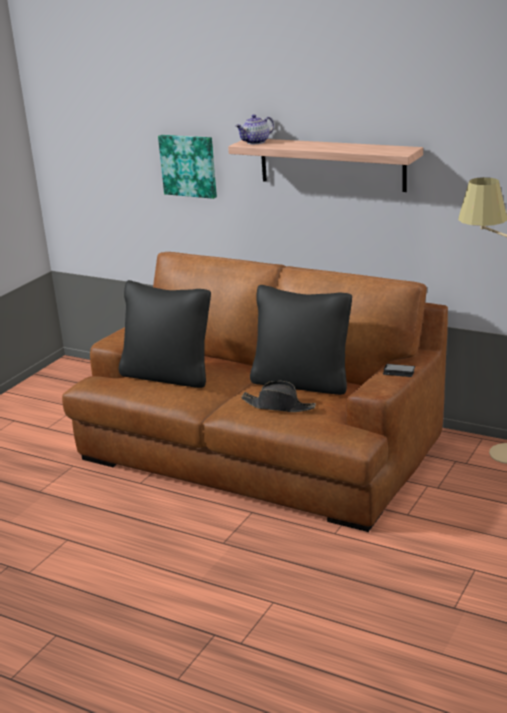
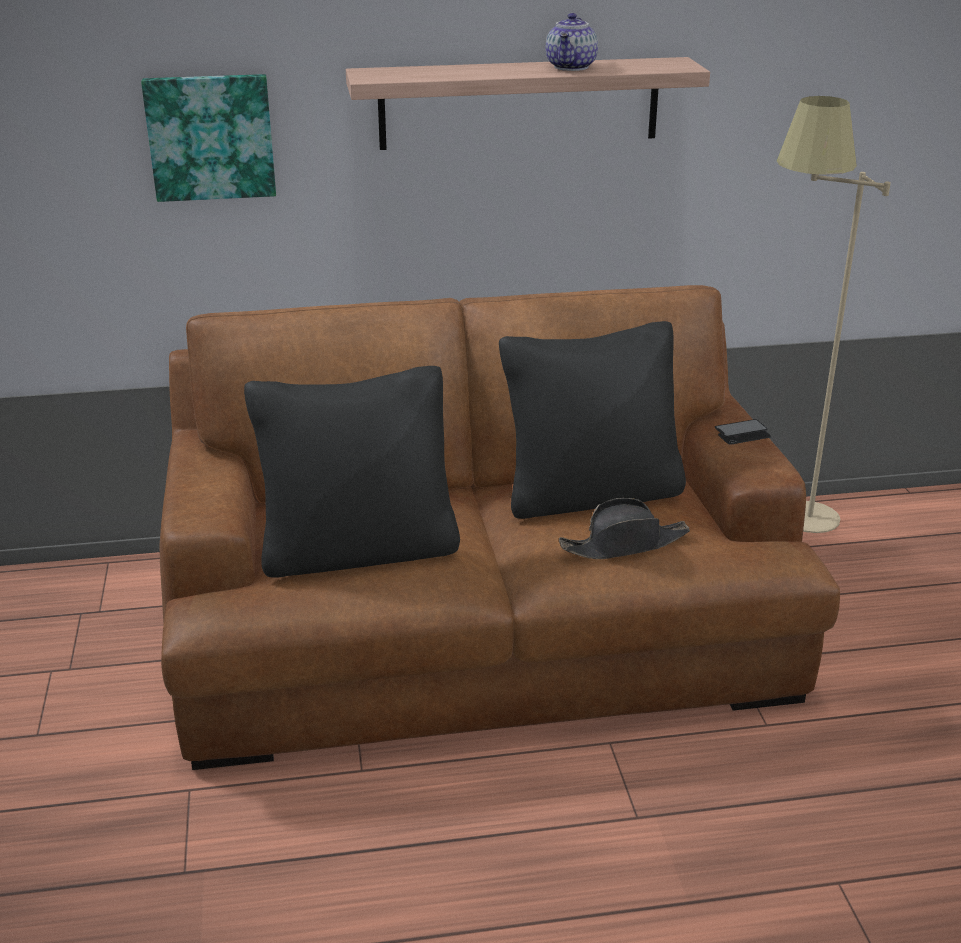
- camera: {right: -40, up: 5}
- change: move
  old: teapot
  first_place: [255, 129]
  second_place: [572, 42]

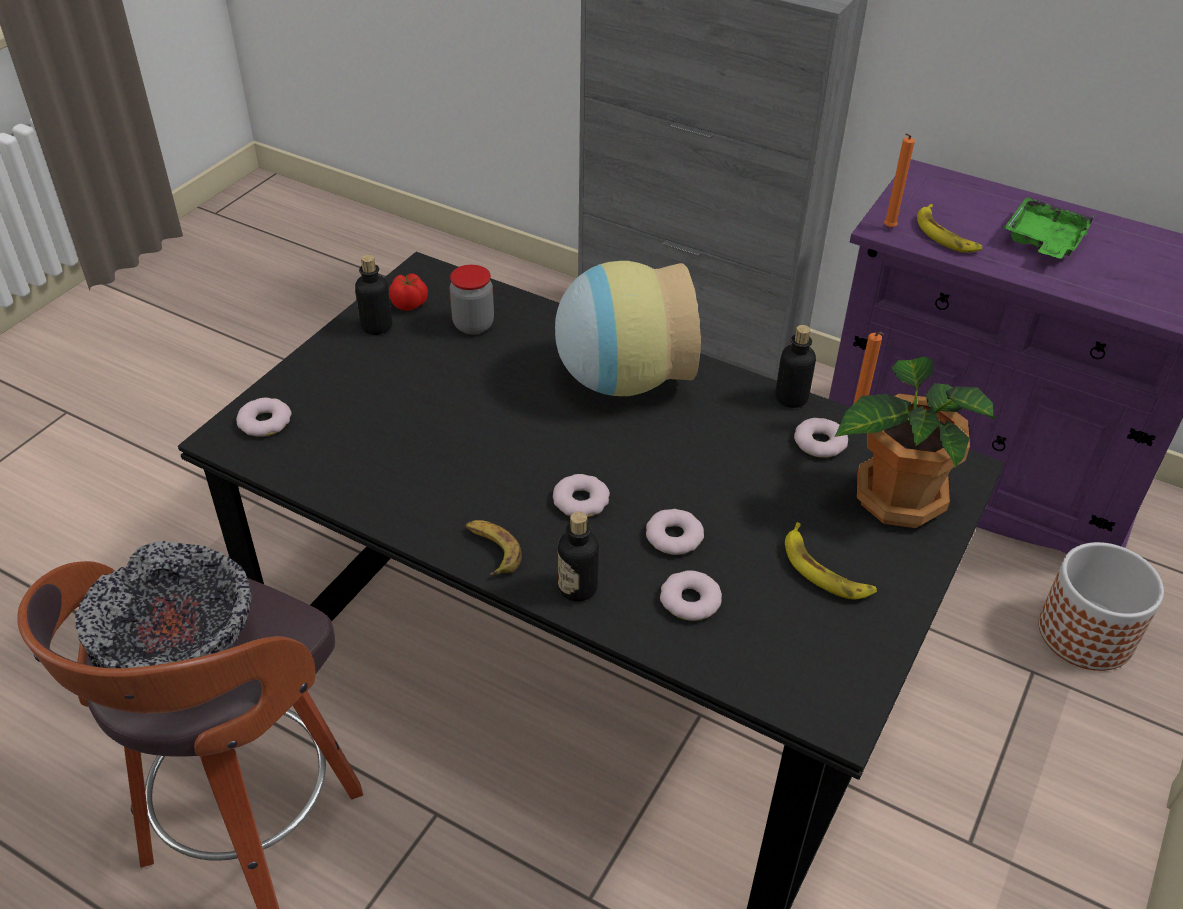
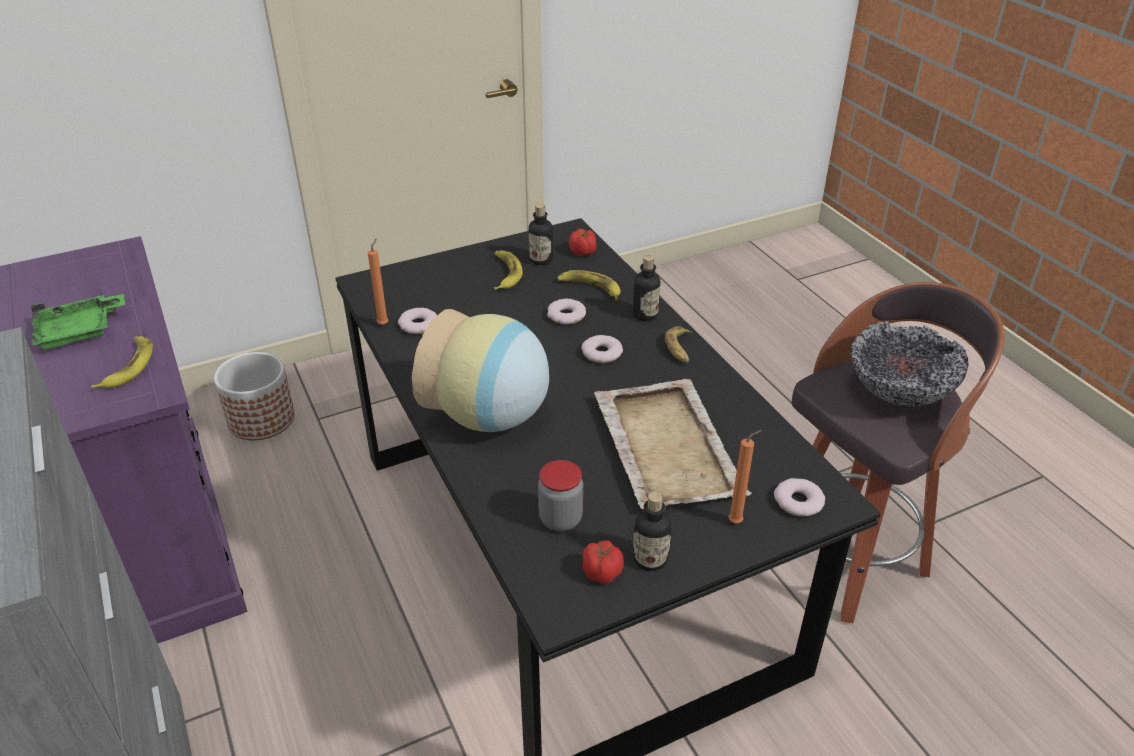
- camera: {right: -145, up: -5}
- change: move
  old: orange_candle
  first_place: [899, 180]
  second_place: [745, 476]
- change: move
  old: bottle
  first_place: [795, 366]
  second_place: [541, 234]
- change: delete
  old: potted_plant
  first_place: [915, 442]
- change: replace
  old: donut
  new: banana
  first_place: [691, 595]
  second_place: [589, 285]
- change: insert
  new: tomato
  second_place: [582, 242]
- change: insert
  new: beige_tray
  second_place: [672, 444]

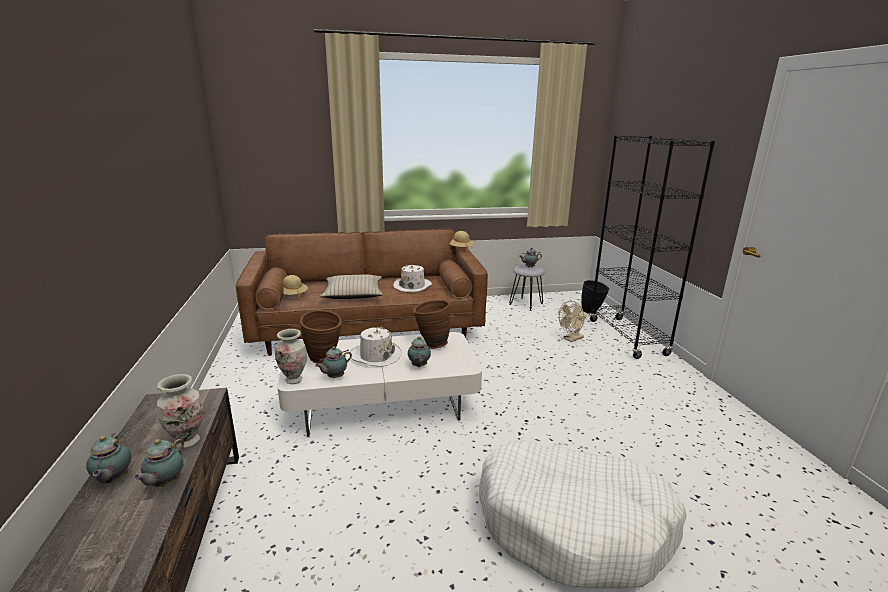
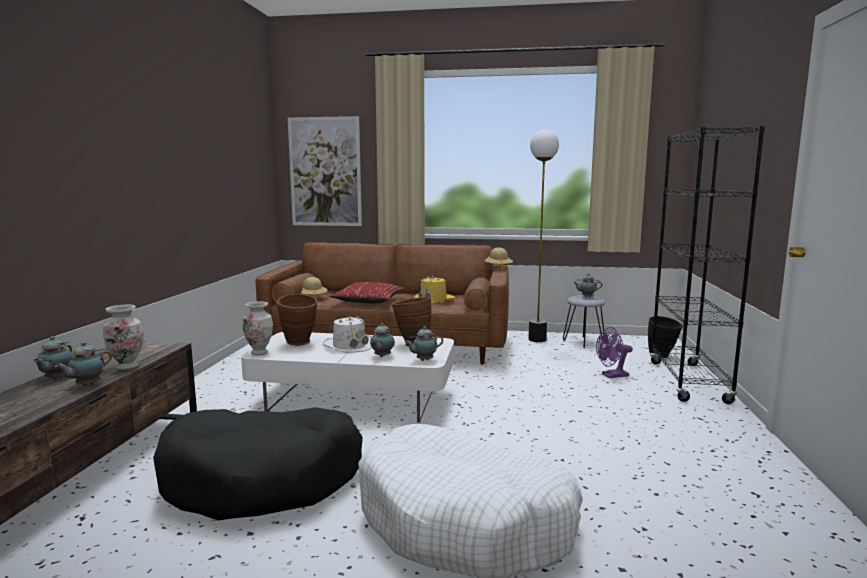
- camera: {right: 20, up: -10}
- change: recolor
  old: white_hat
  new: yellow_hat
  first_place: [412, 278]
  second_place: [434, 289]
- change: recolor
  old: beige_pillow
  new: red_pillow
  first_place: [351, 287]
  second_place: [367, 292]
- change: recolor
  old: beige_fan
  new: purple_fan
  first_place: [573, 321]
  second_place: [614, 352]
- change: move
  old: teapot
  first_place: [333, 362]
  second_place: [423, 343]
- change: insert
  new: picture
  second_place: [325, 171]
- change: insert
  new: floor_lamp
  second_place: [543, 235]
- change: insert
  new: black_dog_bed
  second_place: [258, 463]

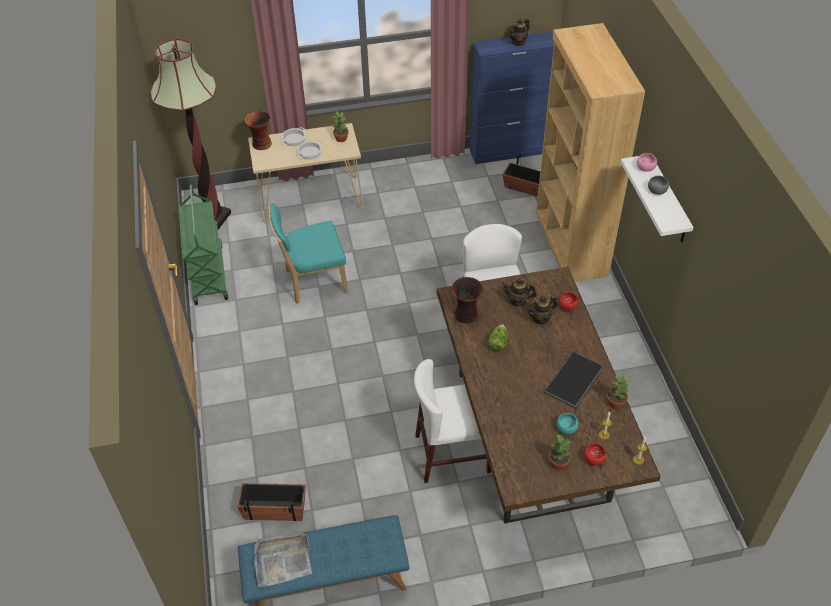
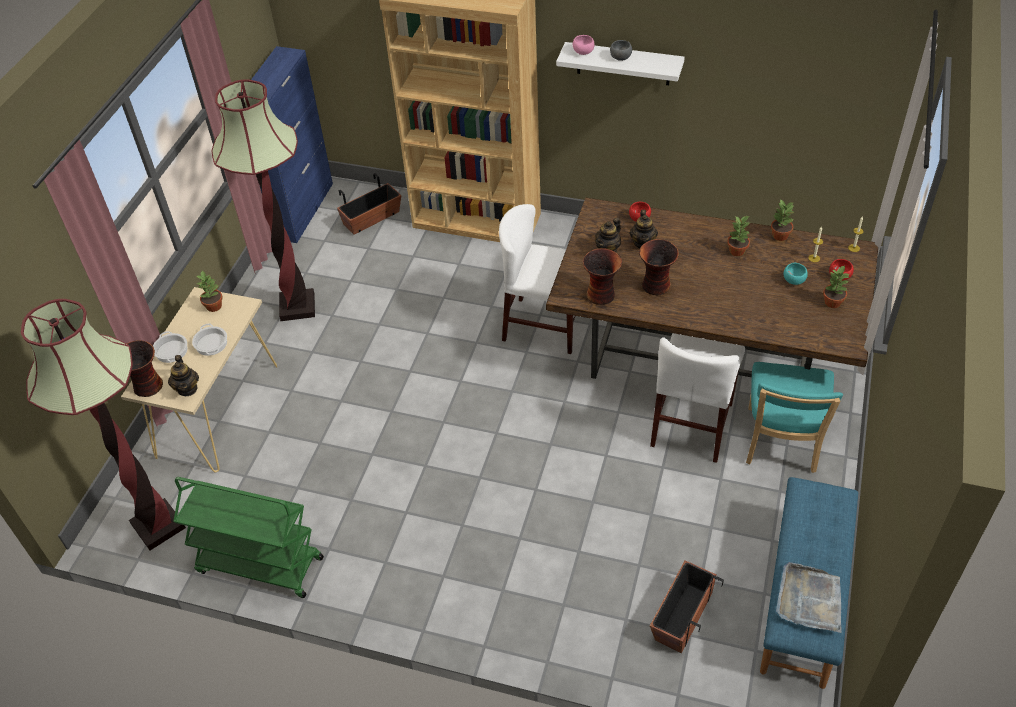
- camera: {right: -60, up: 0}
- change: move
  old: teapot
  first_place: [519, 32]
  second_place: [183, 375]
- change: move
  old: turquoise_chair
  first_place: [308, 253]
  second_place: [794, 417]
- change: replace
  old: lettuce
  new: vase
  first_place: [497, 338]
  second_place: [659, 267]
- change: replace
  old: tray
  new: potted_plant
  first_place: [574, 379]
  second_place: [738, 236]
- change: insert
  new: floor_lamp
  second_place: [263, 200]

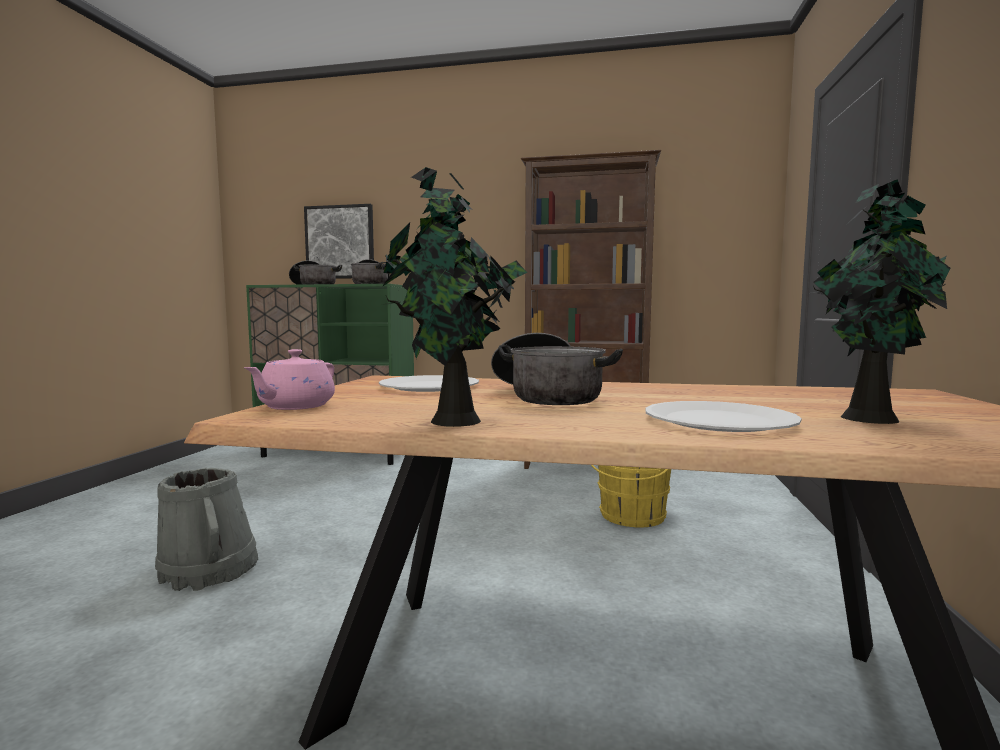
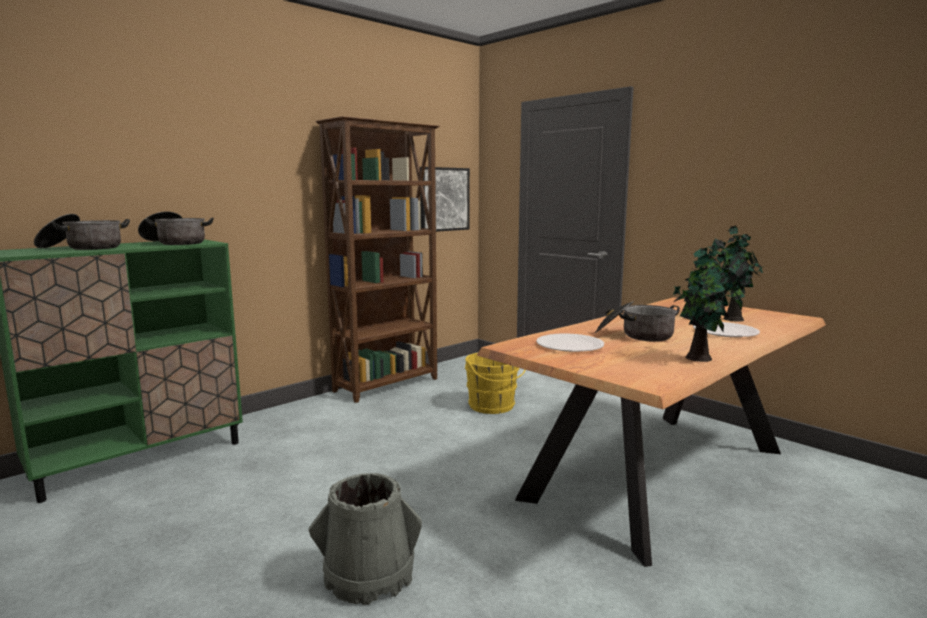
- camera: {right: -55, up: 5}
- change: move
  old: picture
  first_place: [339, 241]
  second_place: [445, 199]
- change: delete
  old: pink_teapot
  first_place: [289, 379]

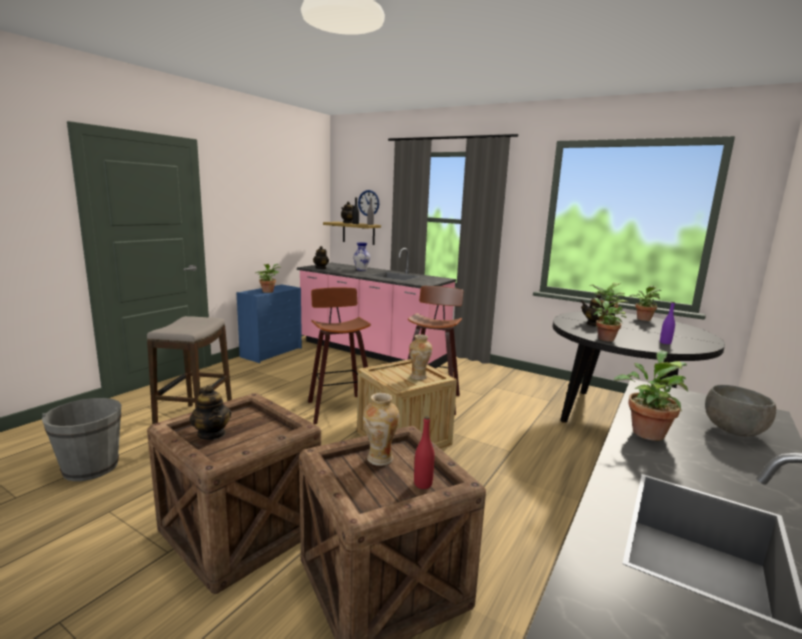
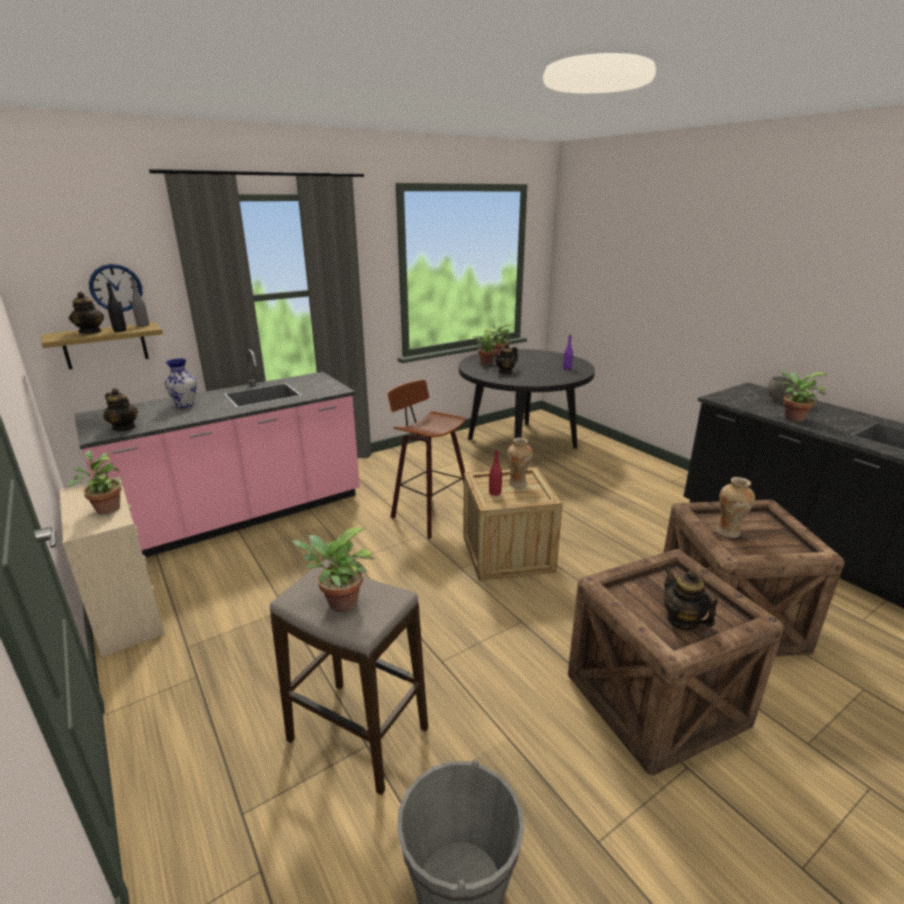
- camera: {right: -65, up: 10}
- change: recolor
  old: blue_dresser
  new: beige_dresser
  first_place: [269, 323]
  second_place: [112, 566]
- change: delete
  old: stool
  first_place: [339, 355]
- change: move
  old: potted_plant
  first_place: [611, 320]
  second_place: [332, 570]
- change: rotate
  old: teapot
  first_place: [210, 412]
  second_place: [691, 599]
  degrees: -105
- change: move
  old: red_bottle
  first_place: [424, 452]
  second_place: [495, 472]

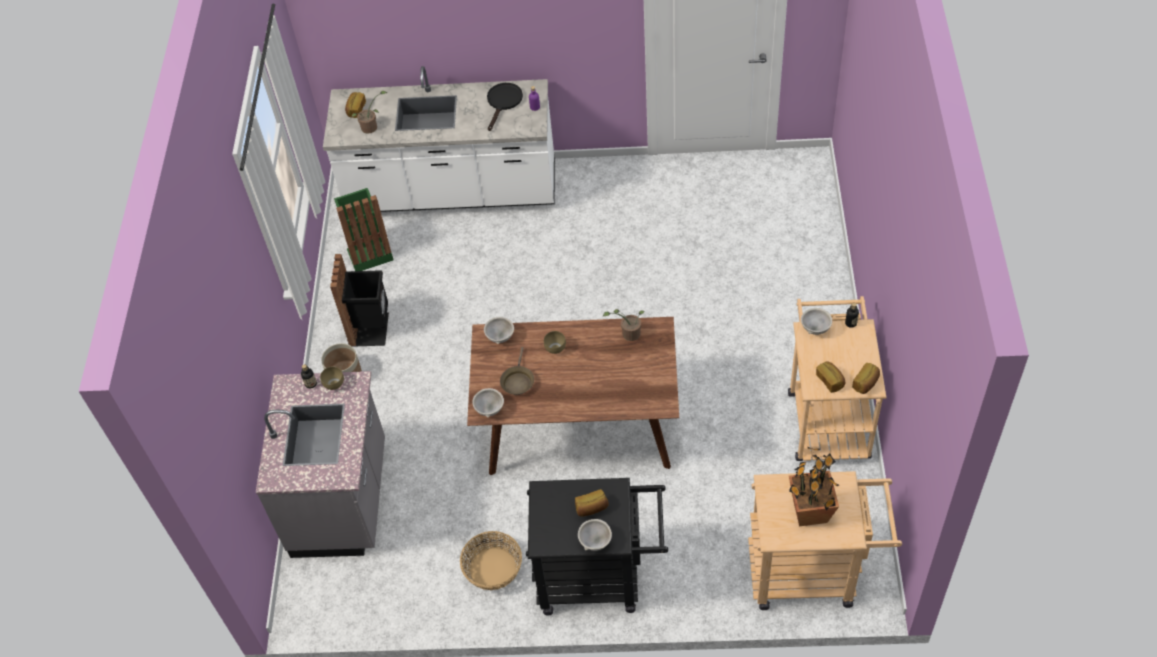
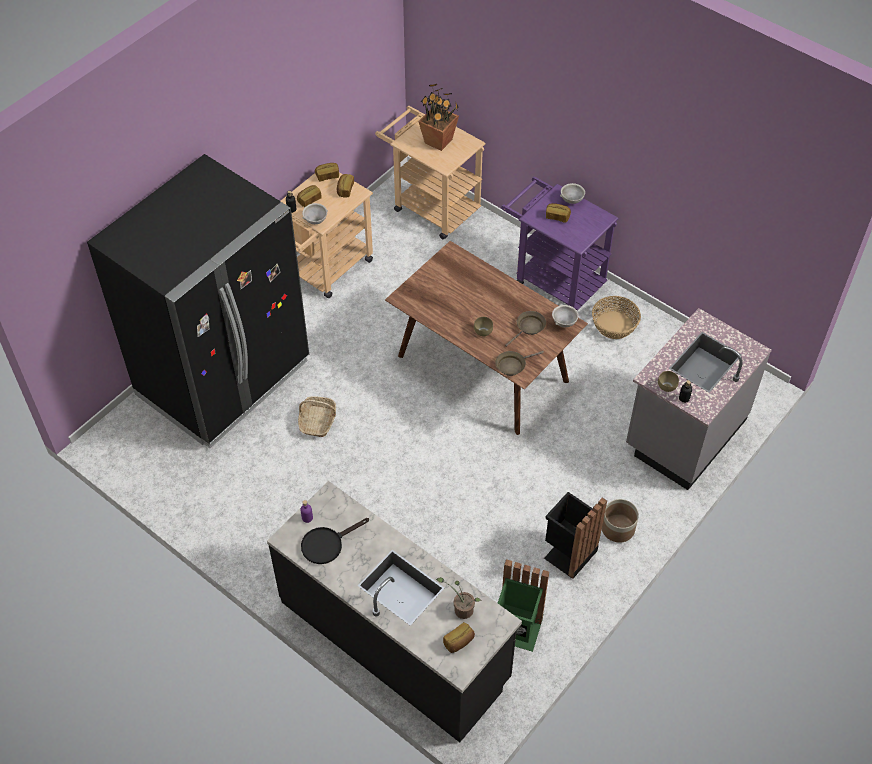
- camera: {right: -145, up: 0}
- change: recolor
  old: white_counter
  new: black_counter
  first_place: [439, 139]
  second_place: [394, 611]
- change: delete
  old: potted_plant
  first_place: [623, 325]
- change: replace
  old: grey_bowl
  new: brown_frying_pan
  first_place: [499, 330]
  second_place: [519, 363]
- change: recolor
  old: black_cart
  new: purple_cart
  first_place: [597, 546]
  second_place: [560, 244]
- change: insert
  new: black_fridge
  second_place: [198, 301]
- change: insert
  new: bread
  second_place: [309, 196]
- change: insert
  new: basket
  second_place: [317, 416]

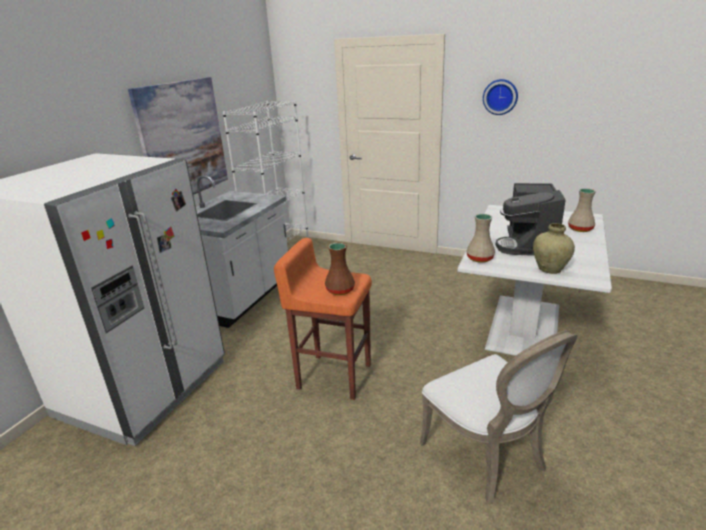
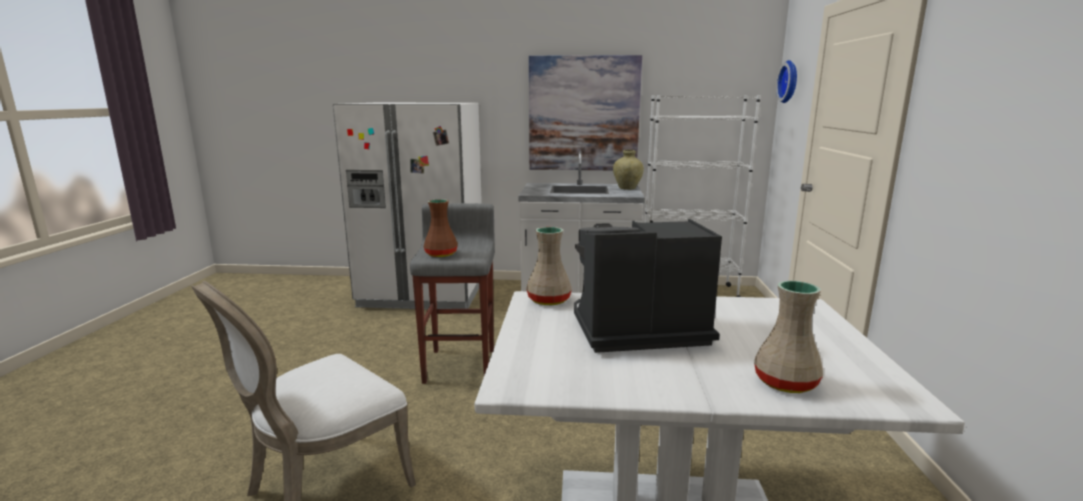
- camera: {right: 70, up: -10}
- change: move
  old: wall_clock
  first_place: [500, 97]
  second_place: [786, 81]
- change: move
  old: beige_vase
  first_place: [554, 248]
  second_place: [628, 170]
- change: recolor
  old: orange_stool
  new: grey_stool
  first_place: [323, 319]
  second_place: [452, 293]

